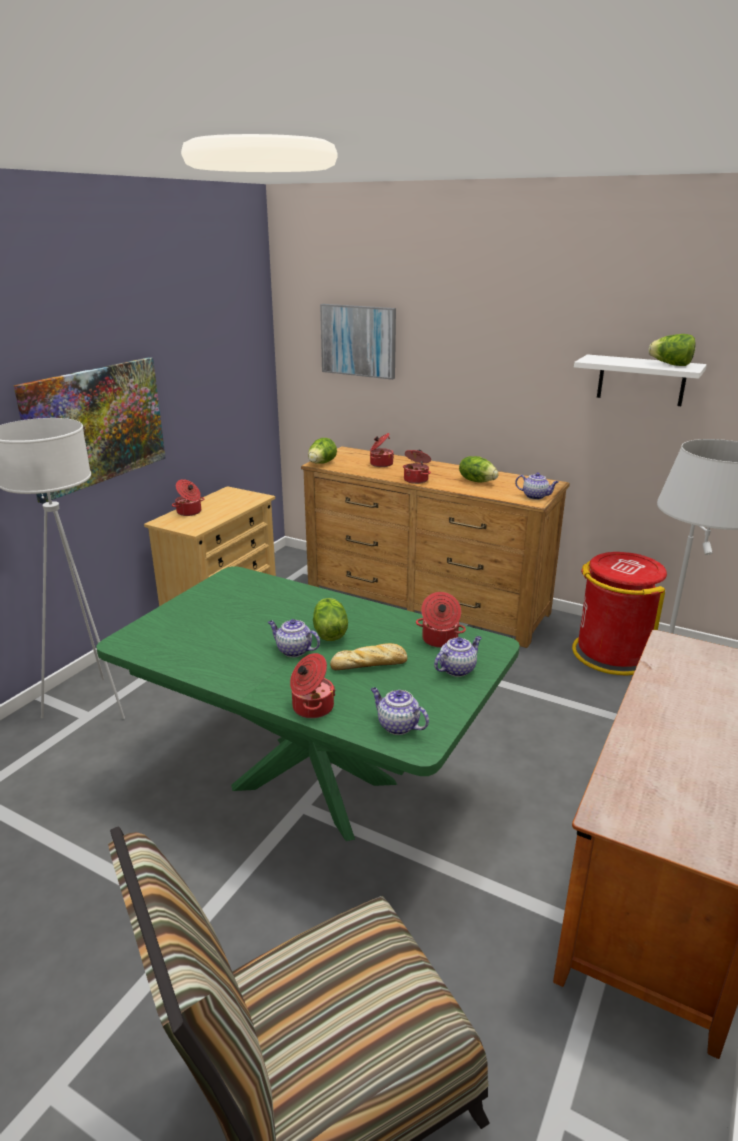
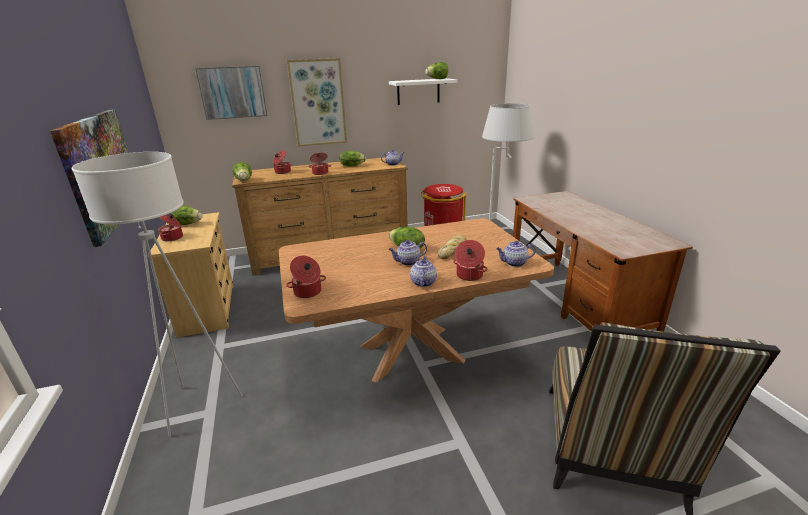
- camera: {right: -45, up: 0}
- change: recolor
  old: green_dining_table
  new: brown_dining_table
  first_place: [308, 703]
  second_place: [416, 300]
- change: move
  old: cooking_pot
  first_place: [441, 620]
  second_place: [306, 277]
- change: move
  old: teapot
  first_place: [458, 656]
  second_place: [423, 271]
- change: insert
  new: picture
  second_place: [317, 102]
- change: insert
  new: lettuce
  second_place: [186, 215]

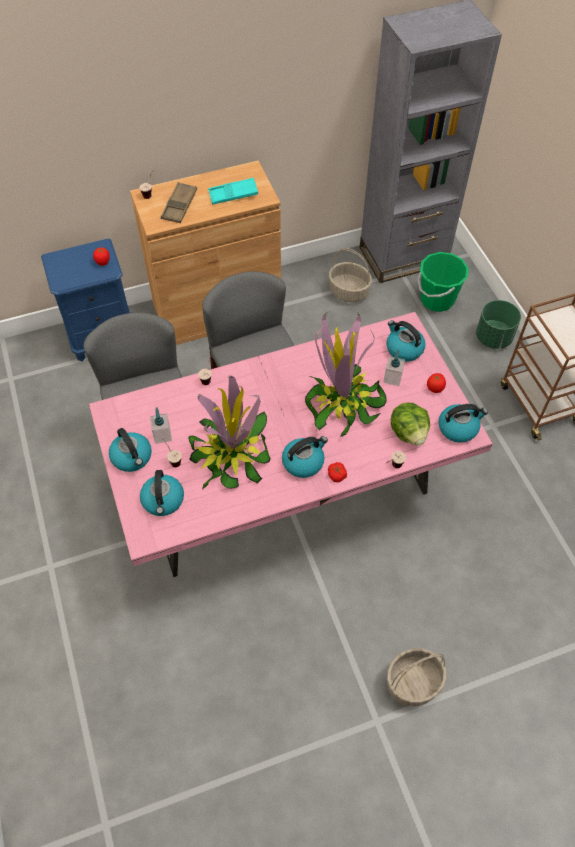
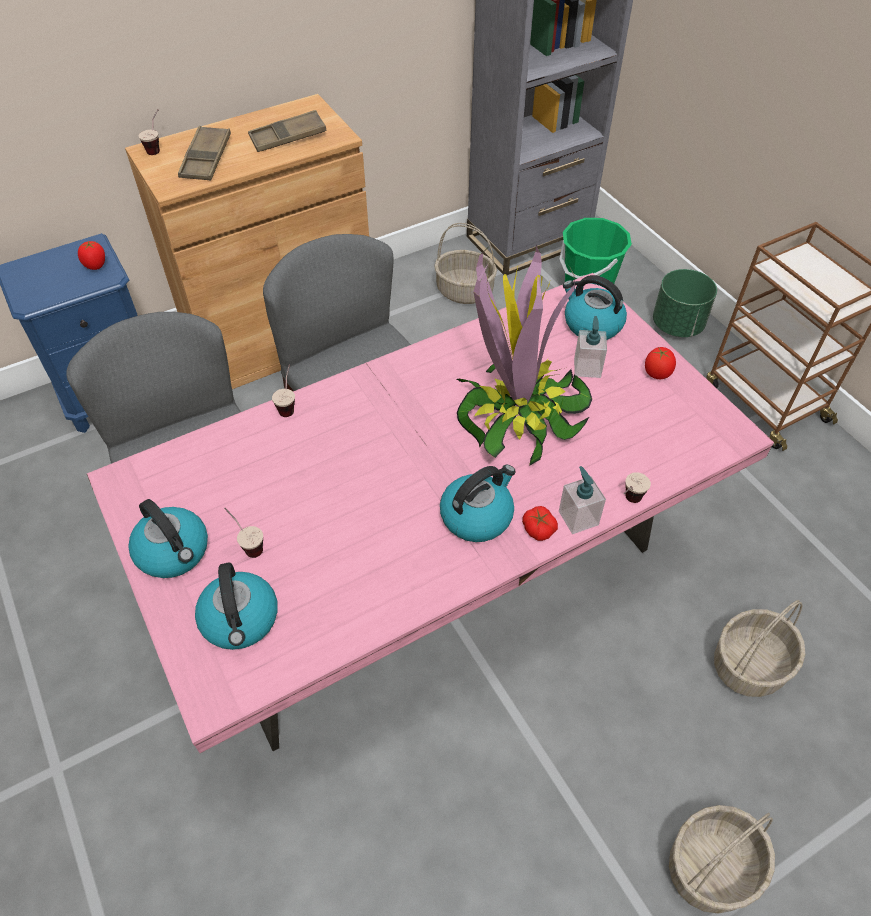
- camera: {right: -10, up: -5}
- change: recolor
  old: turquoise_tray
  new: brown_tray
  first_place: [233, 191]
  second_place: [287, 131]
- change: delete
  old: potted_plant
  first_place: [229, 433]
- change: delete
  old: lettuce
  first_place: [410, 424]
- change: delete
  old: kettle
  first_place: [463, 423]
- change: move
  old: soap_dispenser
  first_place: [161, 425]
  second_place: [582, 500]
- change: insert
  new: basket
  second_place: [759, 648]

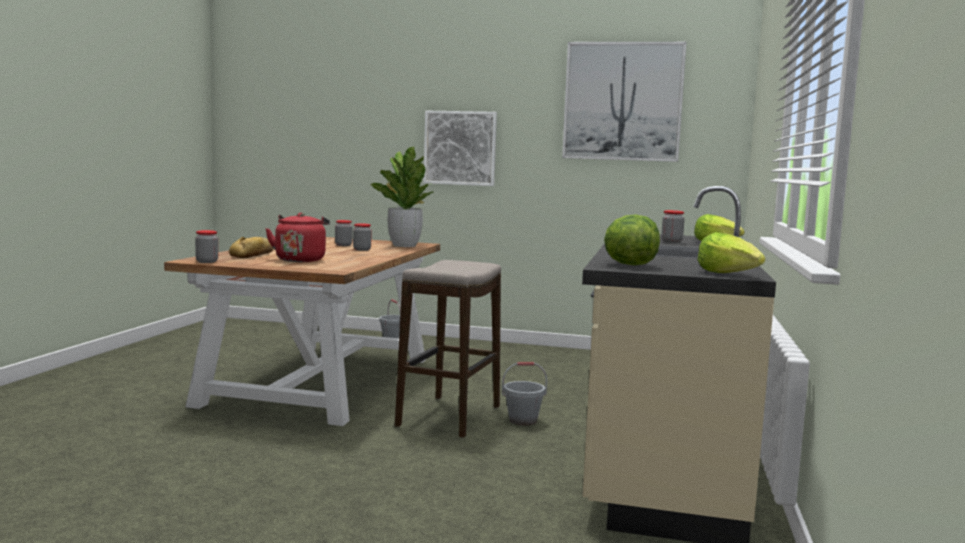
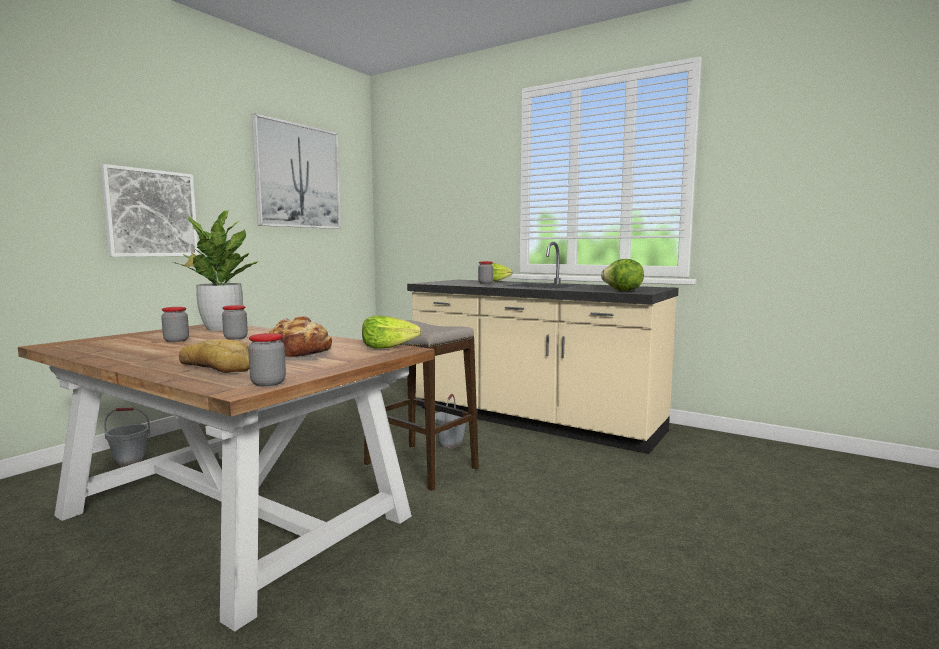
- camera: {right: -70, up: 0}
- change: replace
  old: red_kettle
  new: bread
  first_place: [297, 237]
  second_place: [299, 336]
- change: move
  old: lettuce
  first_place: [731, 252]
  second_place: [392, 332]

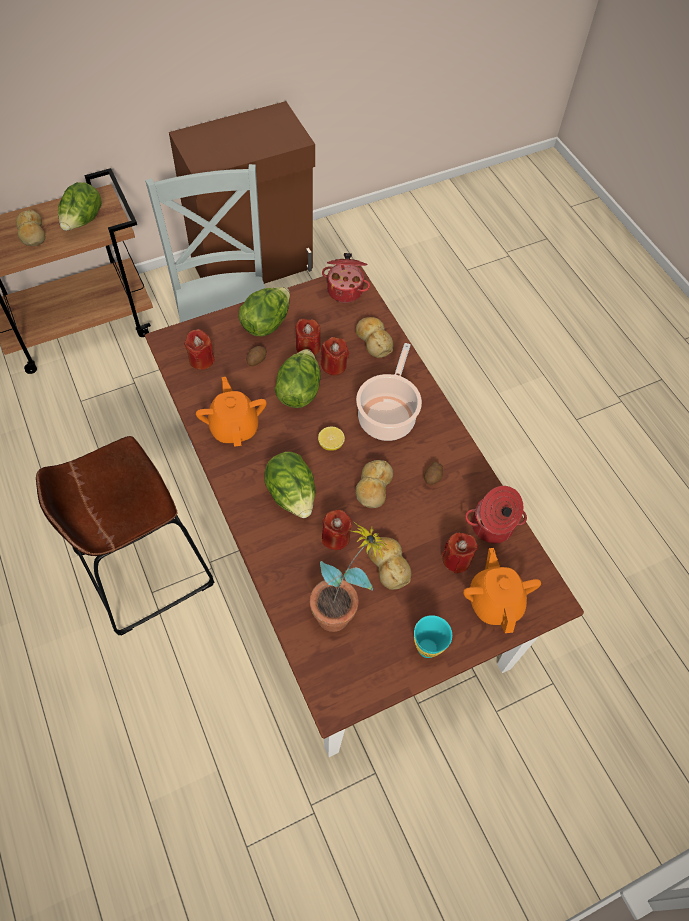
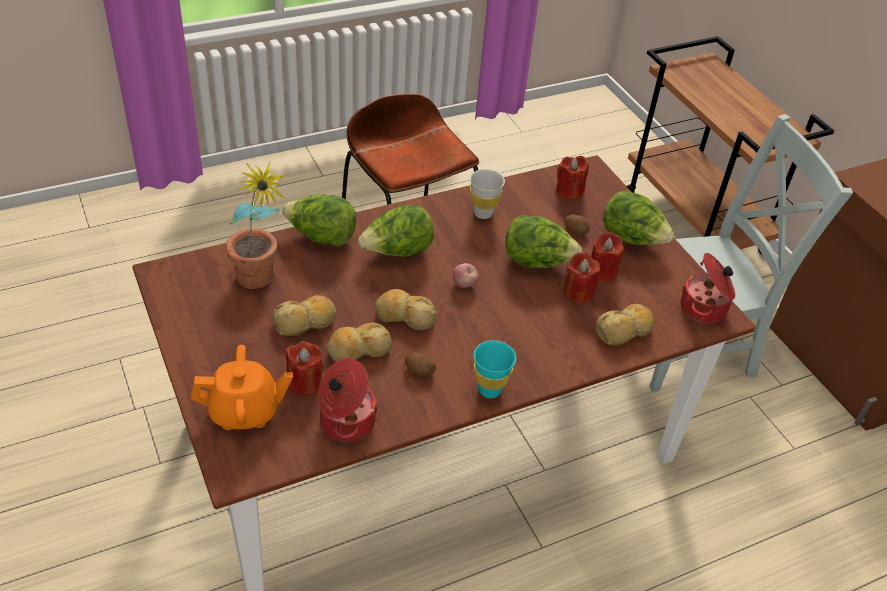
- camera: {right: 90, up: -15}
- change: move
  old: lettuce
  first_place: [80, 206]
  second_place: [319, 220]
- change: move
  old: bread
  first_place: [31, 227]
  second_place: [359, 342]
- change: delete
  old: cooking_pot
  first_place: [389, 392]
- change: replace
  old: orange_teapot
  new: white_cup
  first_place: [231, 412]
  second_place: [487, 194]
- change: replace
  old: lemon
  new: apple
  first_place: [331, 438]
  second_place: [466, 275]
- change: delete
  old: red_candle
  first_place: [337, 530]
- change: move
  old: turquoise_cup
  first_place: [433, 636]
  second_place: [495, 369]

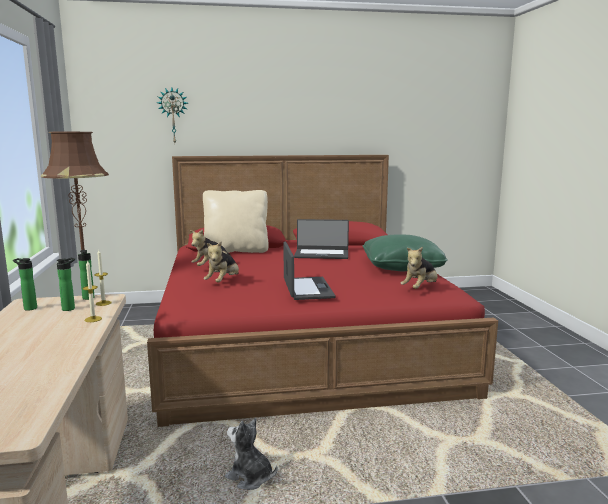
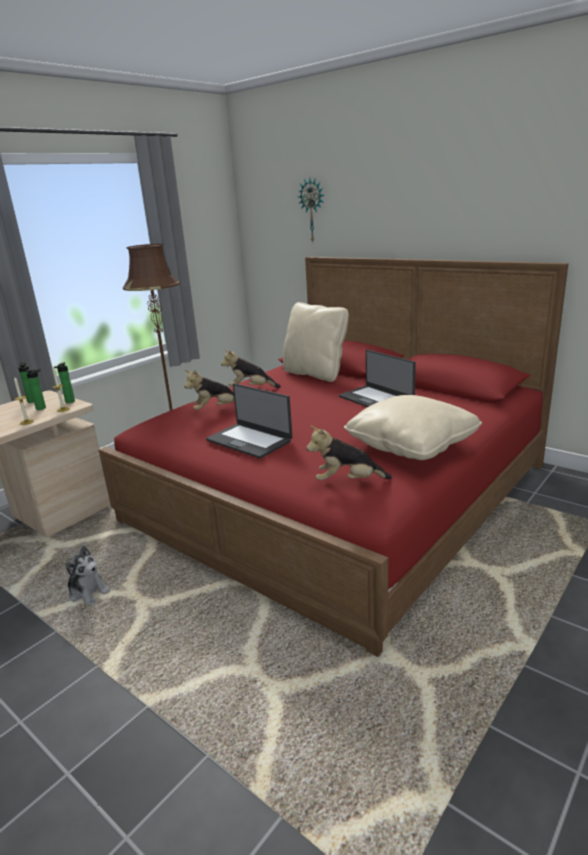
- camera: {right: 50, up: 10}
- change: recolor
  old: green_pillow
  new: beige_pillow
  first_place: [405, 252]
  second_place: [413, 427]
- change: rotate
  old: laptop
  first_place: [309, 271]
  second_place: [249, 420]
  degrees: 90
- change: rotate
  old: plush_toy
  first_place: [251, 454]
  second_place: [88, 575]
  degrees: 135

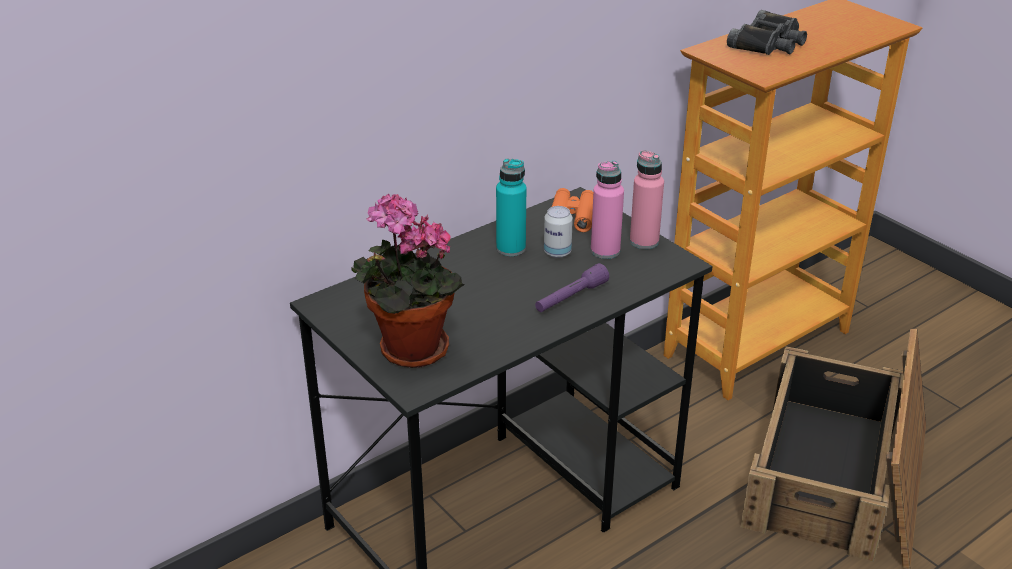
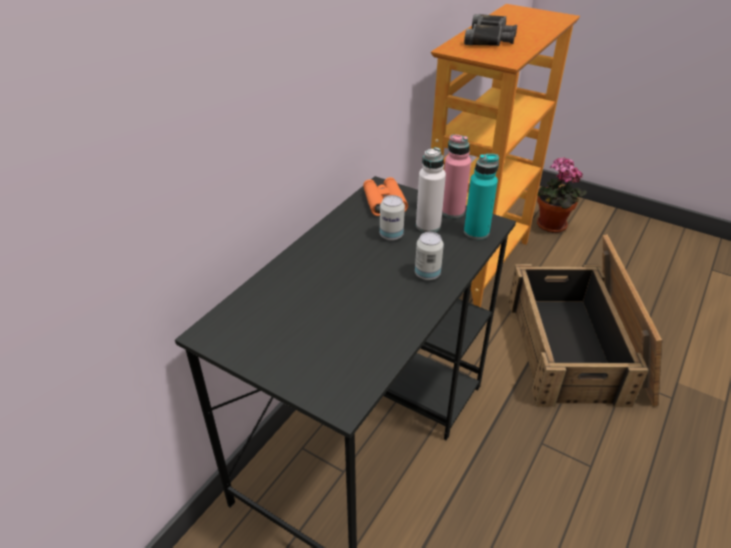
- camera: {right: -20, up: 5}
- change: move
  old: turquoise_bottle
  first_place: [511, 207]
  second_place: [481, 197]
- change: recolor
  old: pink_bottle
  new: white_bottle
  first_place: [607, 210]
  second_place: [431, 190]
- change: move
  old: potted_plant
  first_place: [408, 281]
  second_place: [562, 195]
- change: replace
  old: purple_flashlight
  new: can
  first_place: [572, 287]
  second_place: [429, 256]

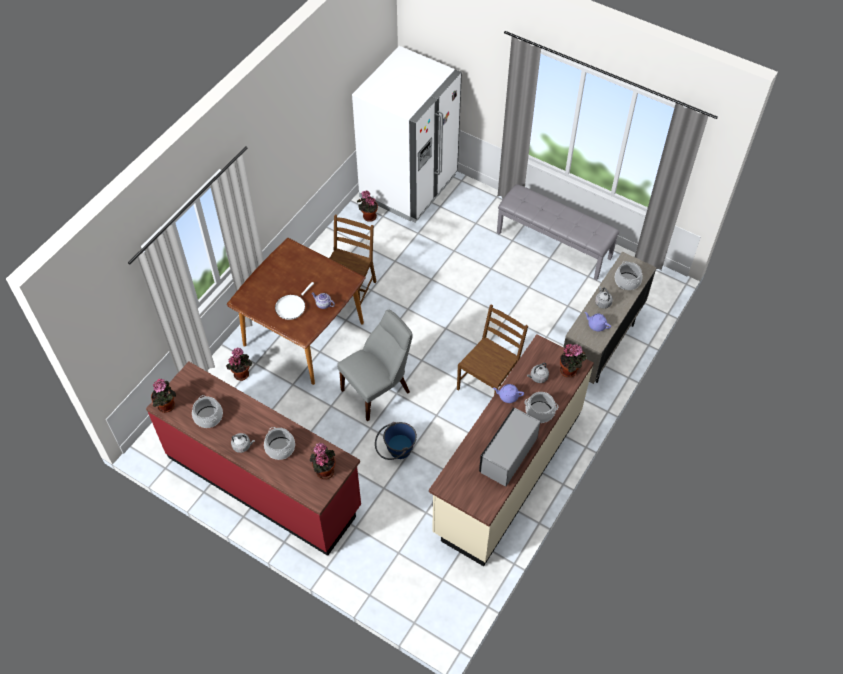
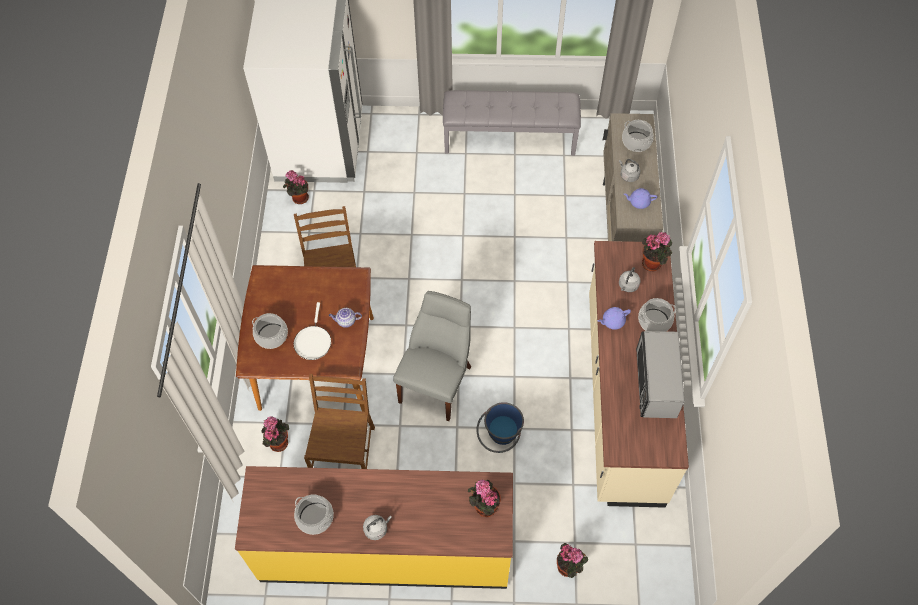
- camera: {right: -30, up: 5}
- change: move
  old: brown_chair
  first_place: [492, 350]
  second_place: [339, 421]
- change: recolor
  old: red_counter
  new: yellow_counter
  first_place: [253, 459]
  second_place: [374, 527]
- change: move
  old: potted_plant
  first_place: [163, 396]
  second_place: [572, 560]
- change: move
  old: cooking_pot
  first_place: [279, 443]
  second_place: [270, 331]

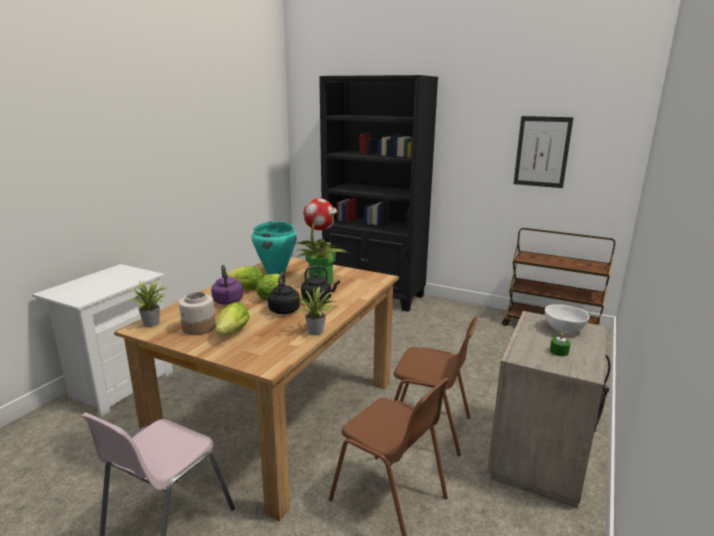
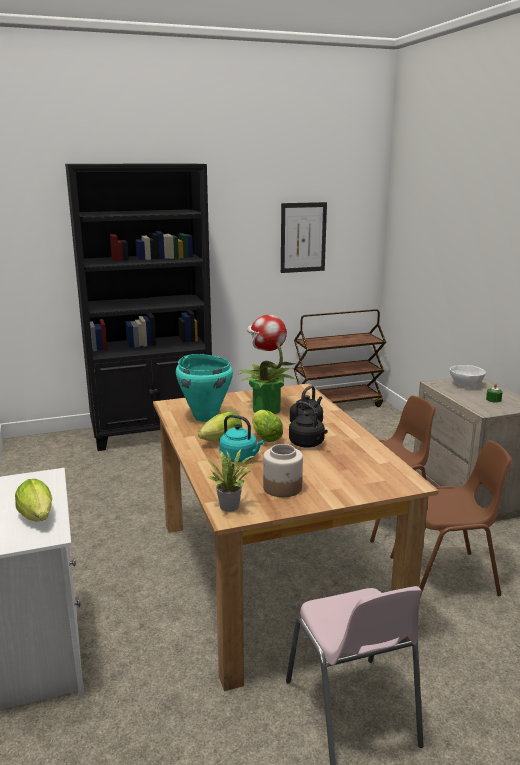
- camera: {right: -45, up: 0}
- change: recolor
  old: purple_kettle
  new: turquoise_kettle
  first_place: [227, 285]
  second_place: [241, 438]
- change: delete
  old: potted_plant
  first_place: [317, 310]
- change: move
  old: lettuce
  first_place: [233, 319]
  second_place: [33, 500]

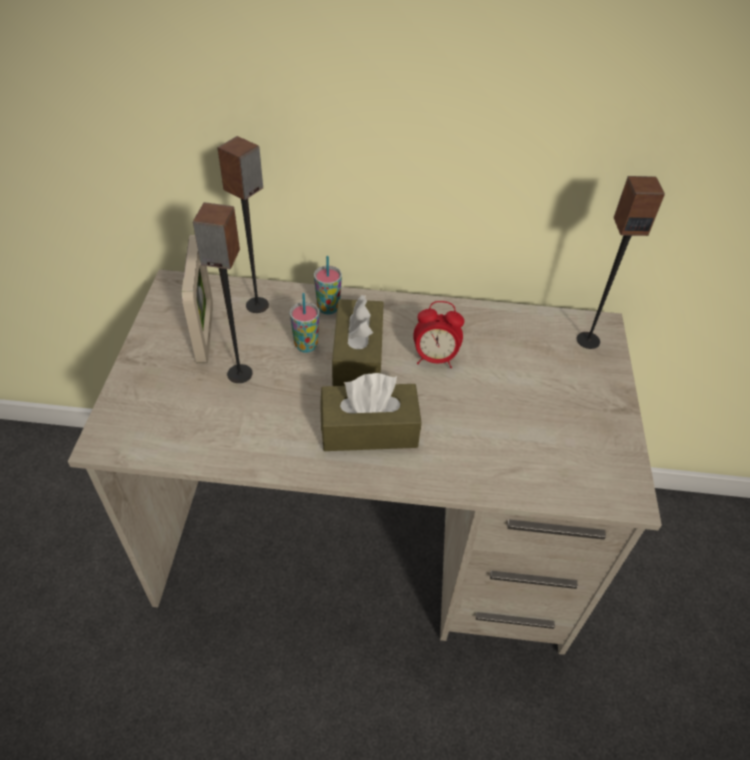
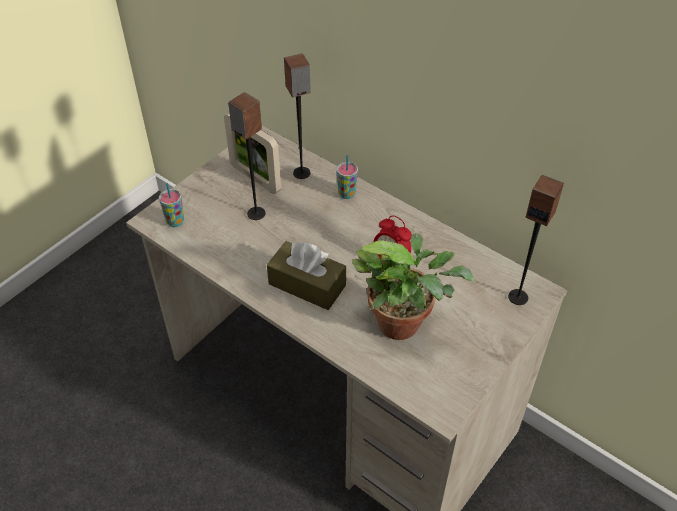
- camera: {right: 35, up: 0}
- change: rotate
  old: picture_frame
  first_place: [197, 299]
  second_place: [252, 153]
  degrees: 105
- change: move
  old: cup
  first_place: [304, 323]
  second_place: [171, 205]
- change: delete
  old: brown_tissue_box
  first_place: [358, 340]
- change: insert
  new: potted_plant
  second_place: [413, 286]

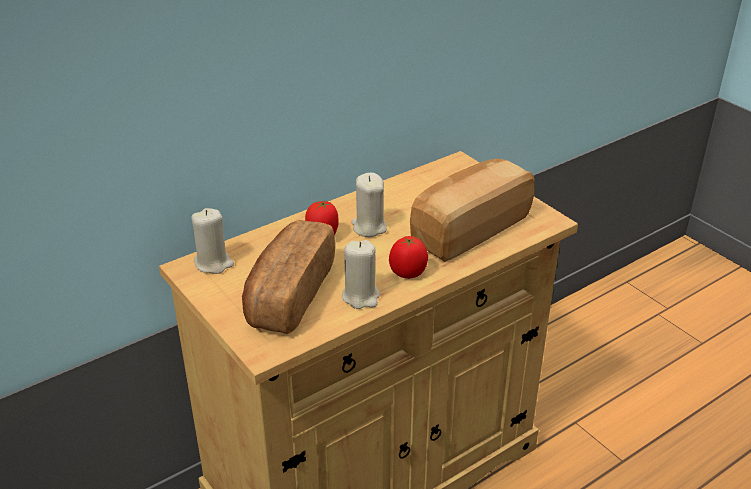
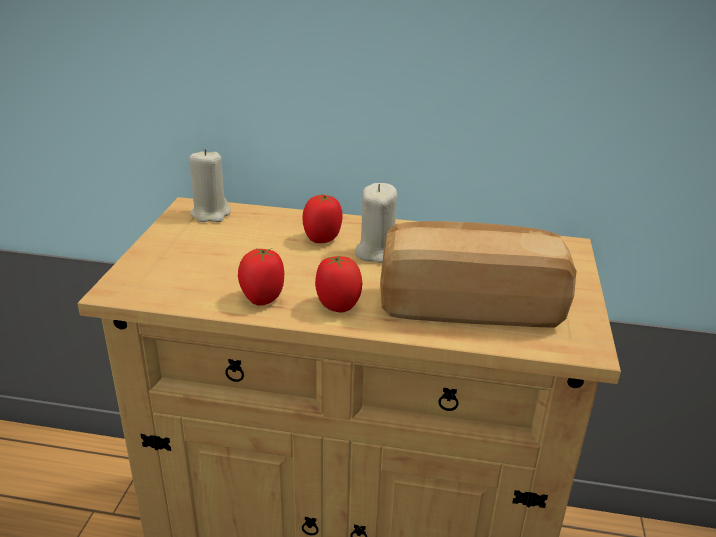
- camera: {right: 45, up: -5}
- change: delete
  old: bread
  first_place: [288, 277]
- change: replace
  old: beige_candle
  new: tomato
  first_place: [361, 274]
  second_place: [261, 277]

